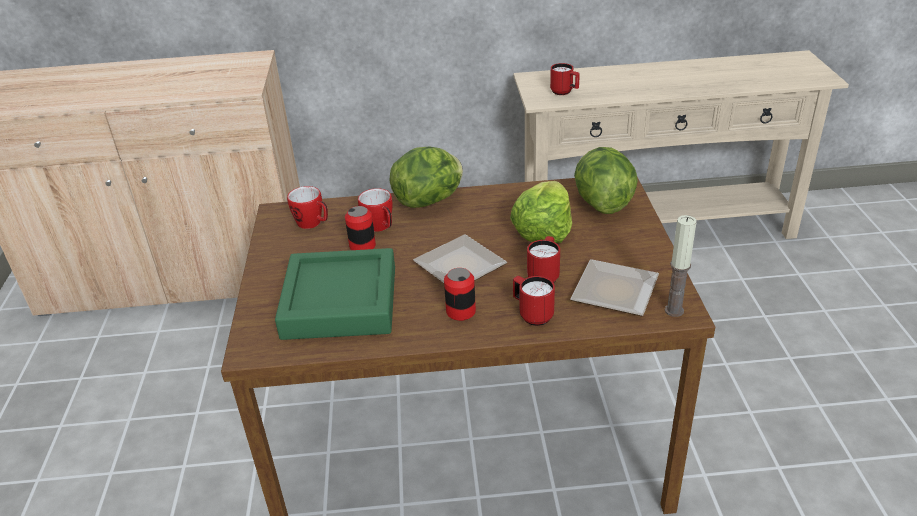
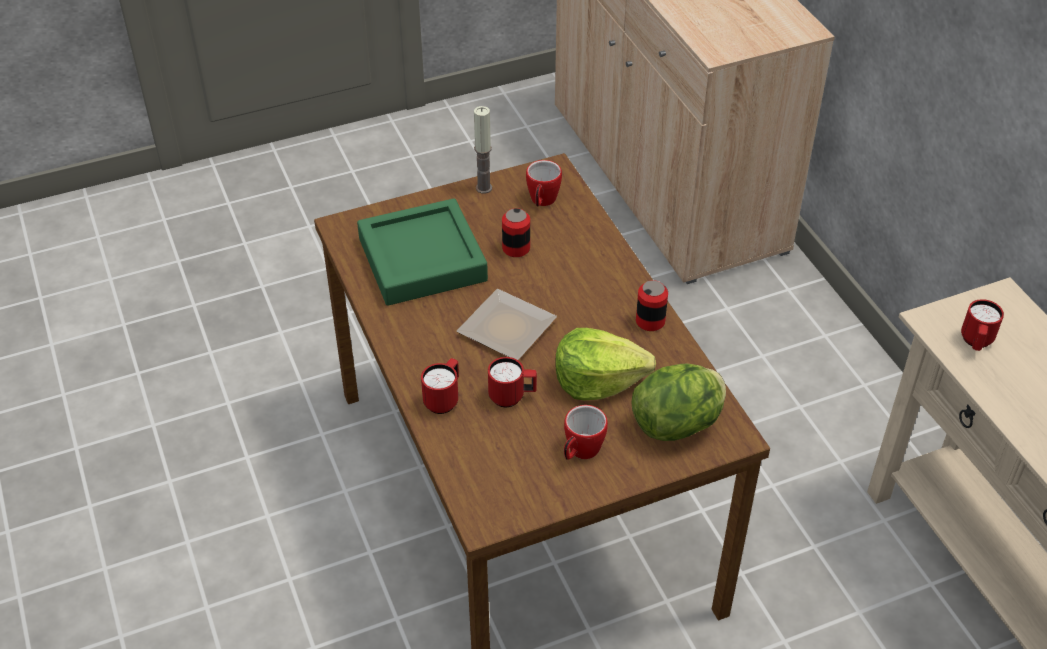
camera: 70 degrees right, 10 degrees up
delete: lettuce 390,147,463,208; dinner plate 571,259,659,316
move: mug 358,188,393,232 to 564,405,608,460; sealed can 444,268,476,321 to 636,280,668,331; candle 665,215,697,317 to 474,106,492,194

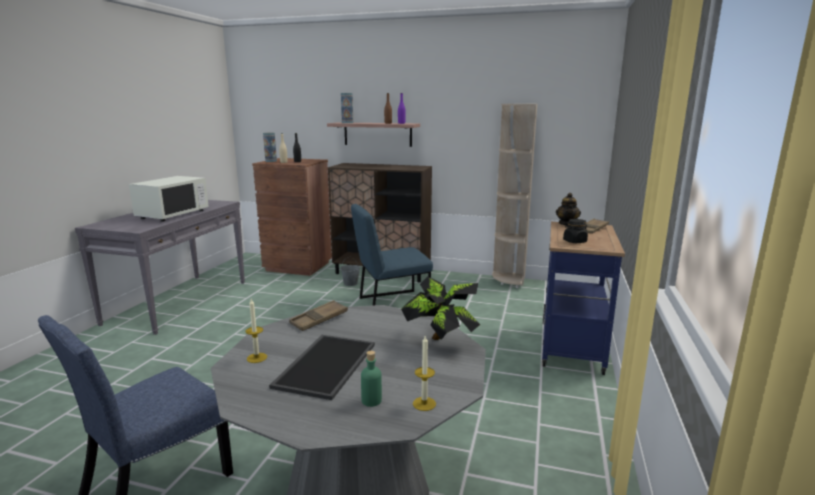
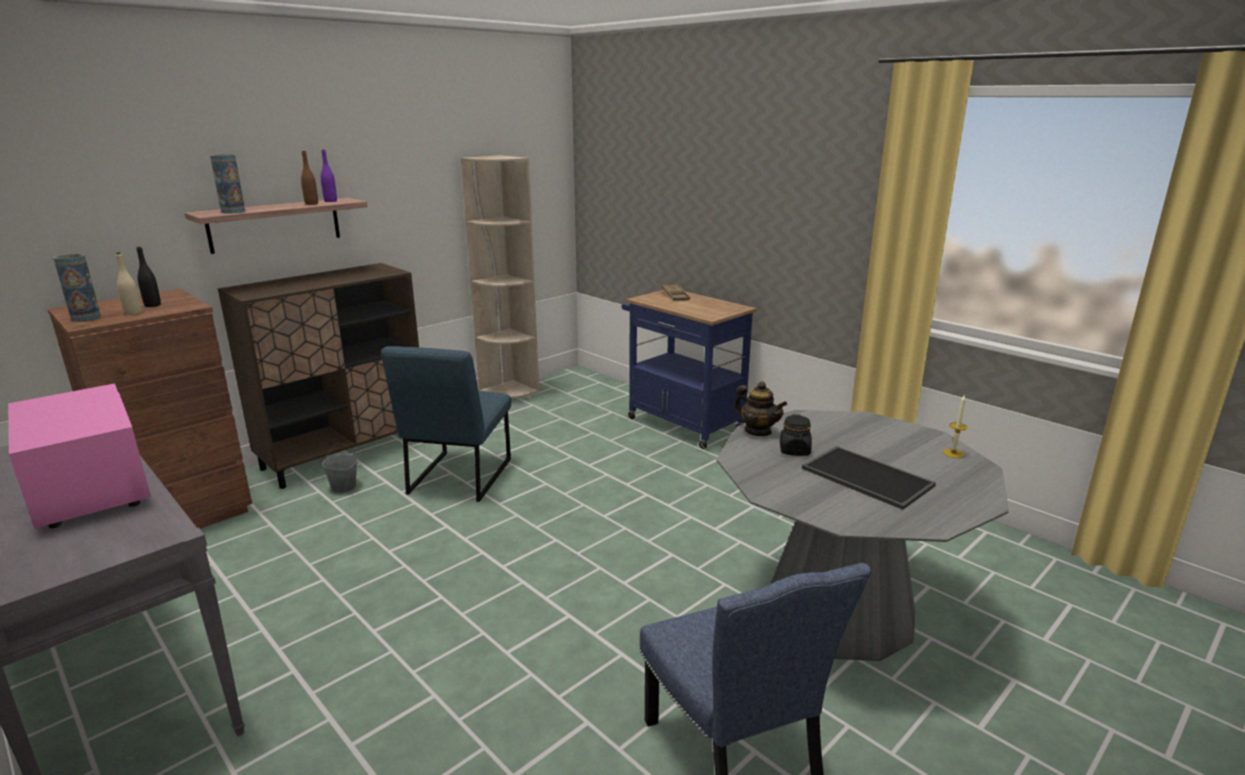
camera: 60 degrees left, 5 degrees up
delete: candle 245,299,267,363; tray/brown-coloured 289,300,348,331; drink bottle/green-coloured 361,351,382,407; plant in a pot 401,276,480,340
move: tea pot 556,193,581,226 to 734,381,787,436; preserve jar/black 563,219,588,243 to 780,414,812,456
recolor: microwave/white 129,176,209,222 to microwave/pinkish 8,383,151,529

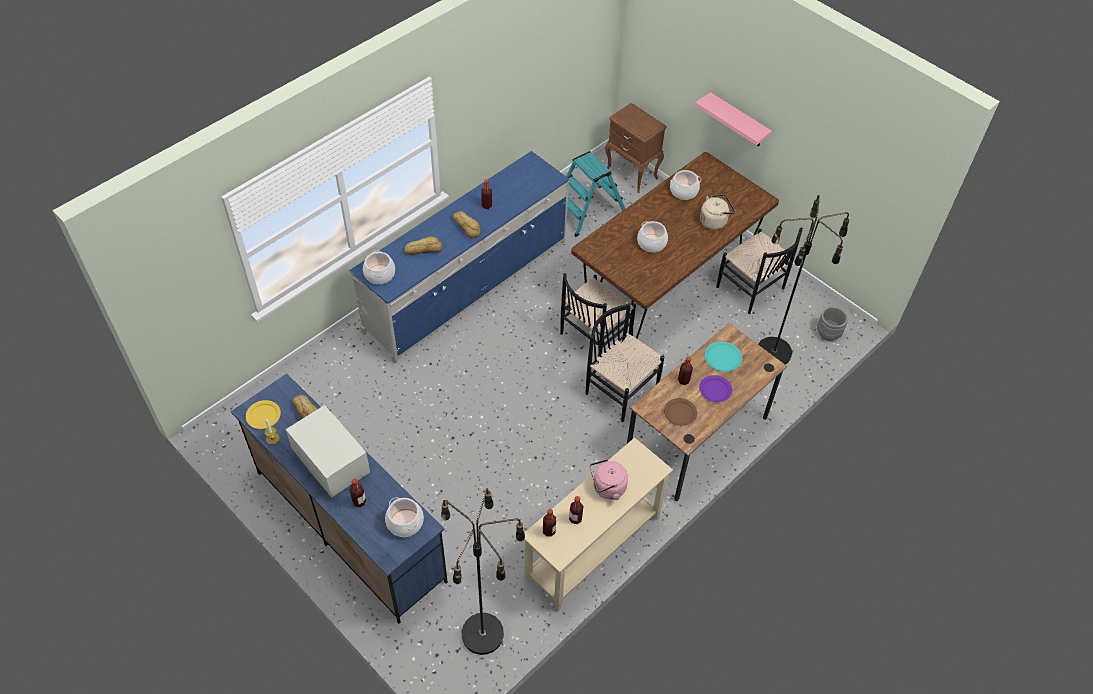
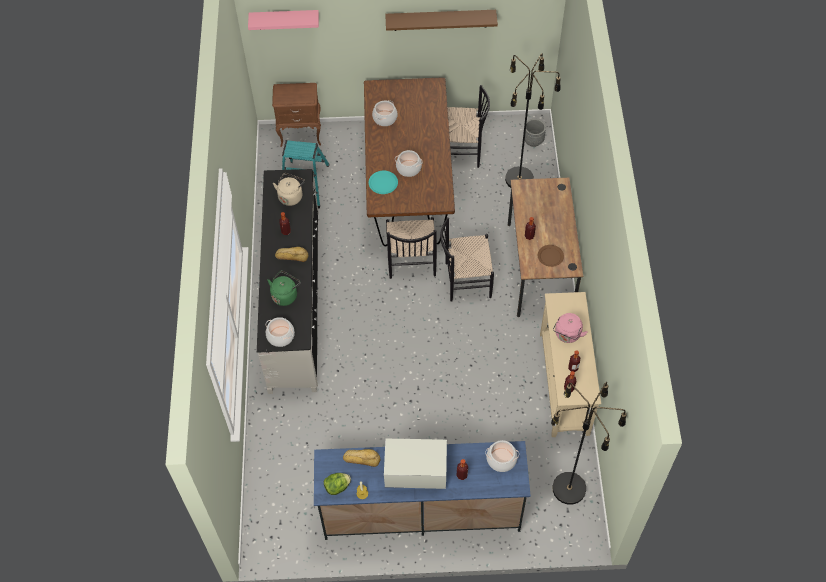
camera: 45 degrees left, 5 degrees up
delete: dinner plate/purplish 699,375,732,402
insert: bracket shelf/brown-coloured 385,10,498,31
move: bracket shelf/pinkish 695,92,772,147 to 248,10,319,30; tea kettle/sand-coloured 700,194,735,230 to 273,173,305,206; dinner plate/turquoise-coloured 705,341,742,372 to 369,171,398,194
replace: dinner plate/yellowish 246,400,281,429 to lettuce 324,473,351,495; baked bread 405,237,442,255 to tea kettle/green-coloured 267,271,301,306
recolor: storage cabinet/bluish 349,151,569,364 to storage cabinet/black 257,169,319,394

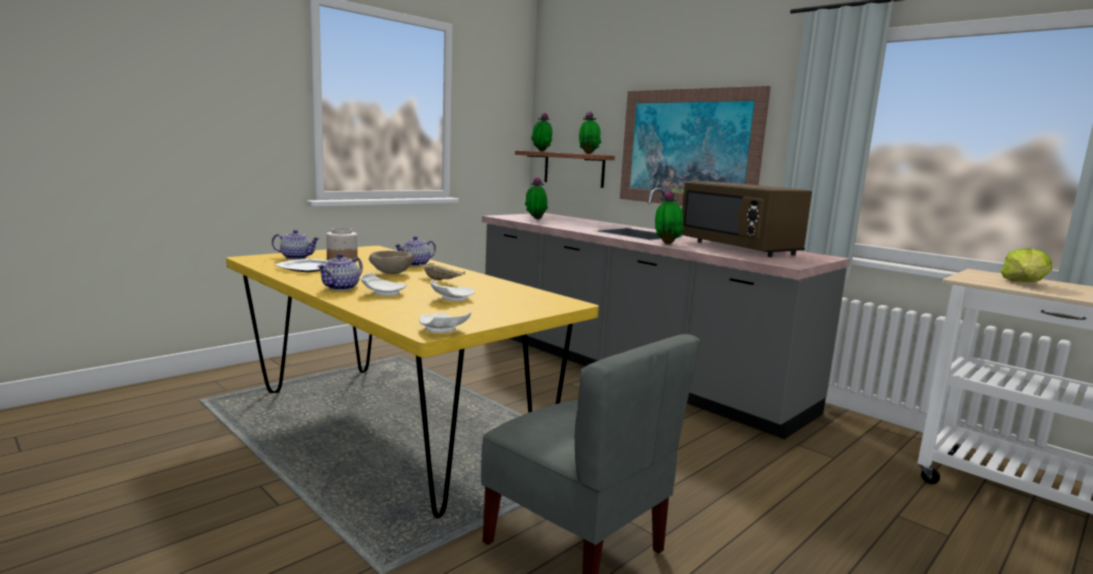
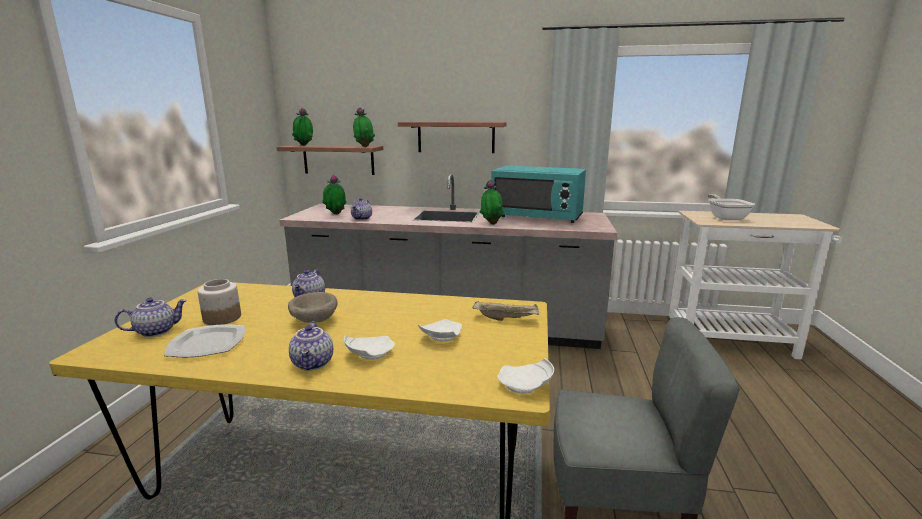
camera: 35 degrees left, 5 degrees up
insert: tea pot 351,198,372,220
move: tray/sand-coloured 419,263,465,281 to 473,301,539,321
replace: wall picture 620,86,771,206 to bracket shelf 398,122,507,153; lettuce 1001,248,1052,282 to frying pan 708,194,755,220
recolor: microwave/brown-coloured 681,182,812,257 to microwave/turquoise-coloured 491,165,586,223

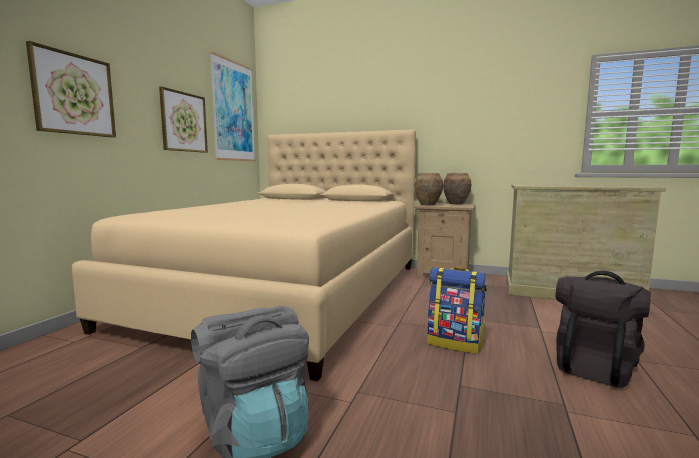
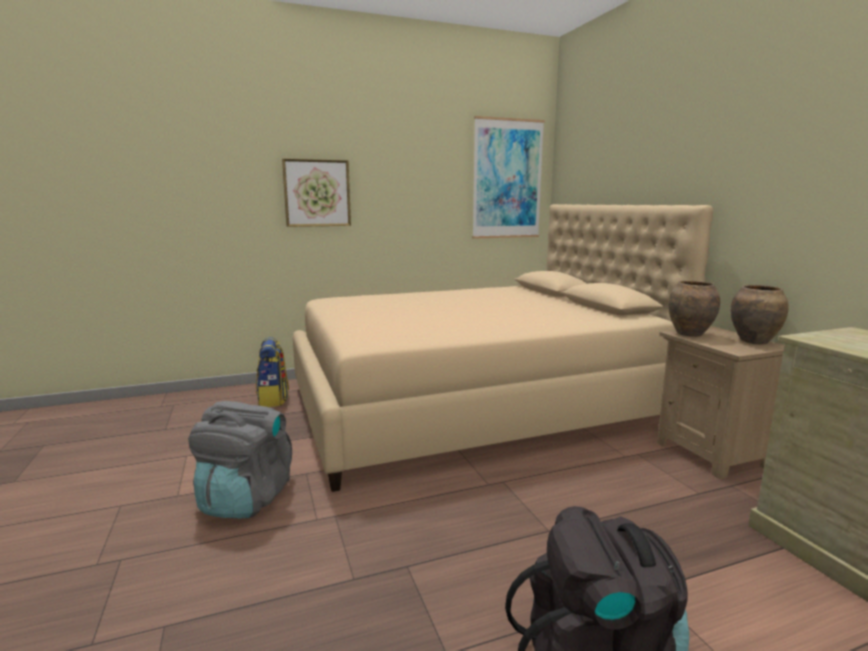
camera: 50 degrees right, 5 degrees up
delete: wall picture 159,87,208,153
move: rucksack 427,267,487,354 to 256,337,289,407

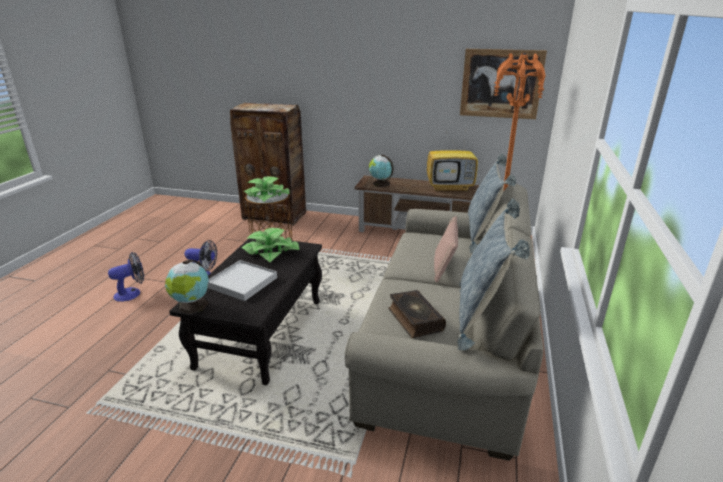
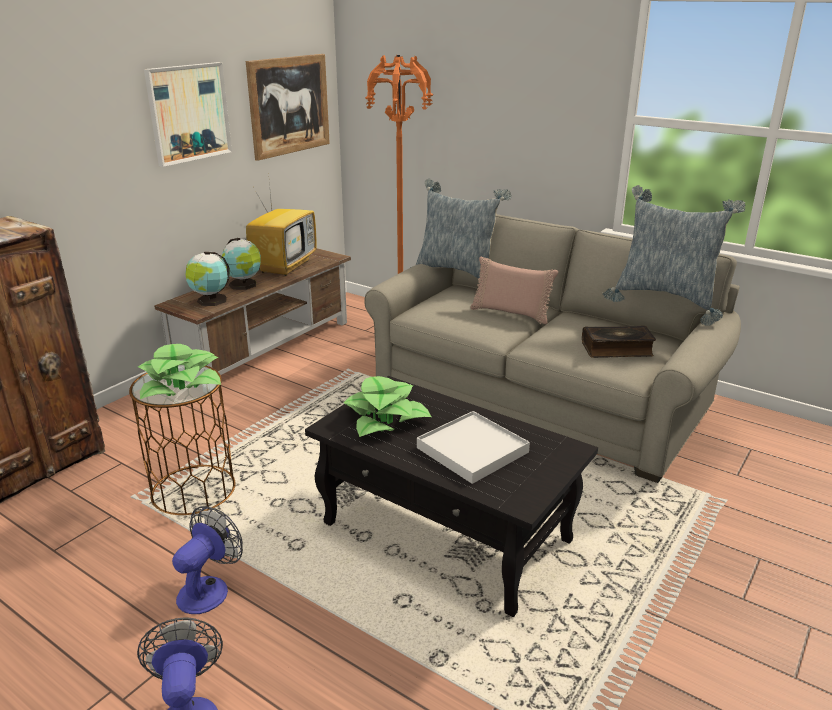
camera: 70 degrees left, 0 degrees up
insert: wall picture 144,62,232,167
move: globe 165,259,209,314 to 221,238,261,290

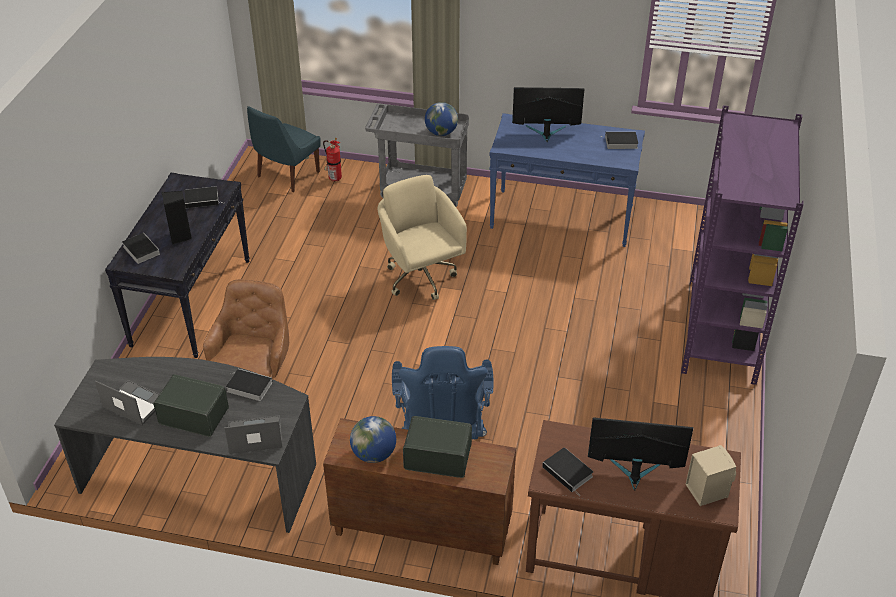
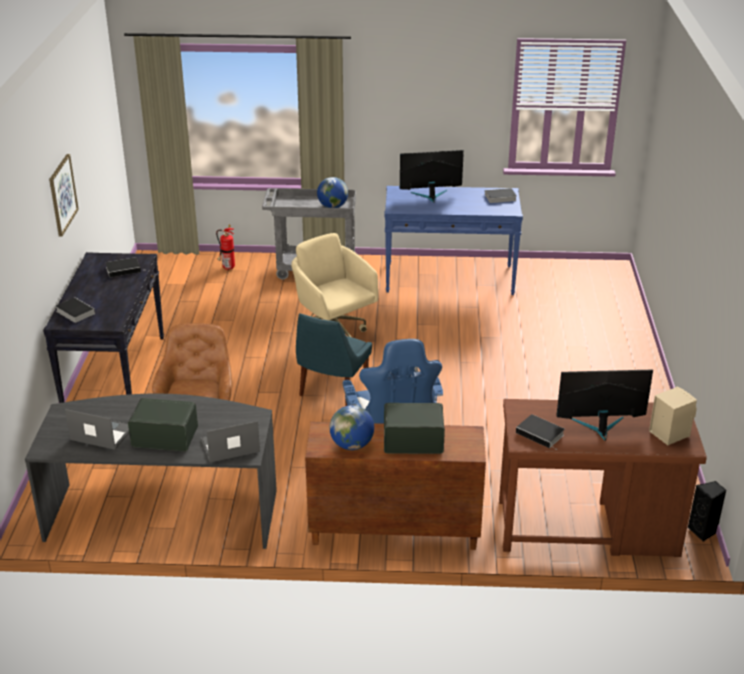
camera: 10 degrees left, 10 degrees down
delete: bound book 226,369,273,401; bookshelf/purplish 681,105,804,385
insert: wall picture 49,154,79,237
move: loudspeaker/black 162,191,192,245 to 688,481,727,542; upright chair/bluish 247,106,321,192 to 296,313,372,406

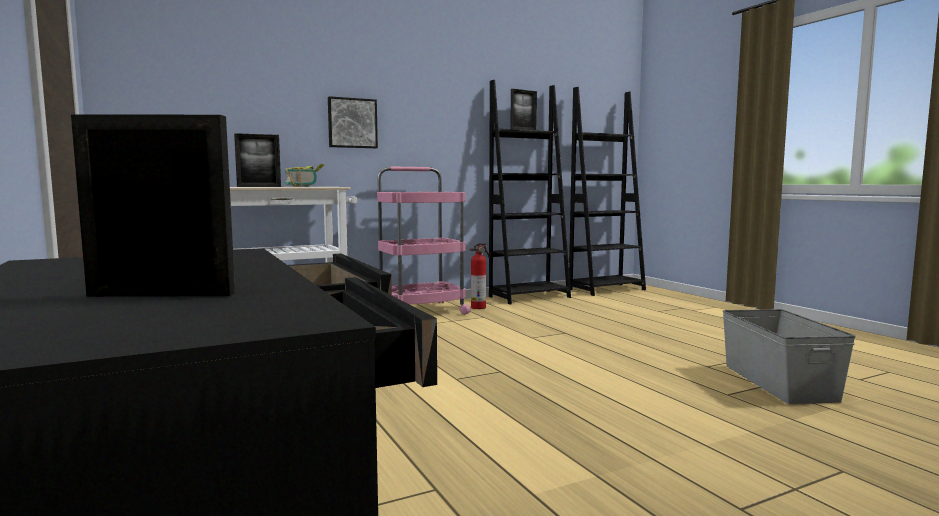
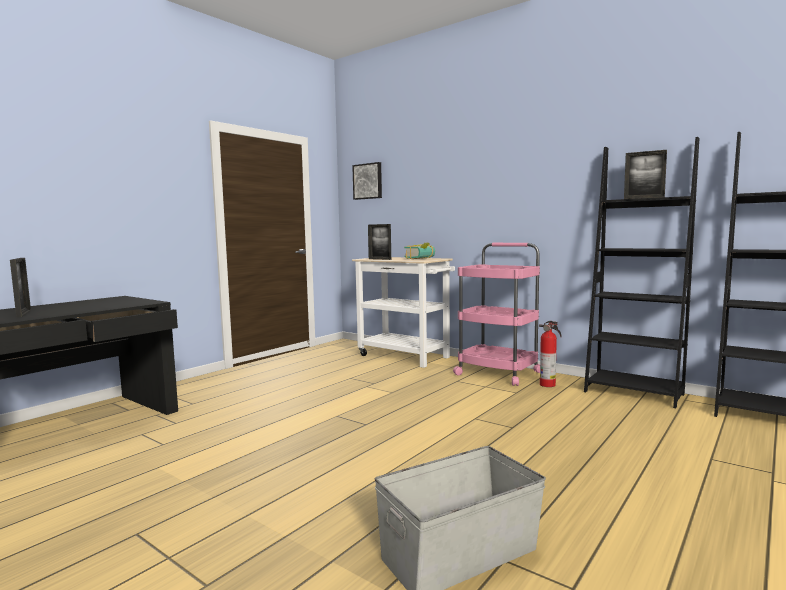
camera: 65 degrees right, 0 degrees up
move: wall picture 328,96,378,148 to 352,162,382,200

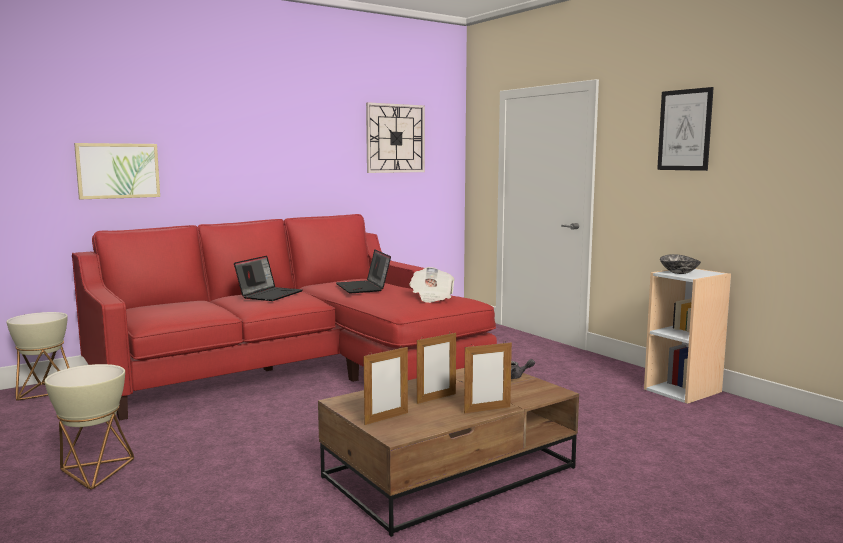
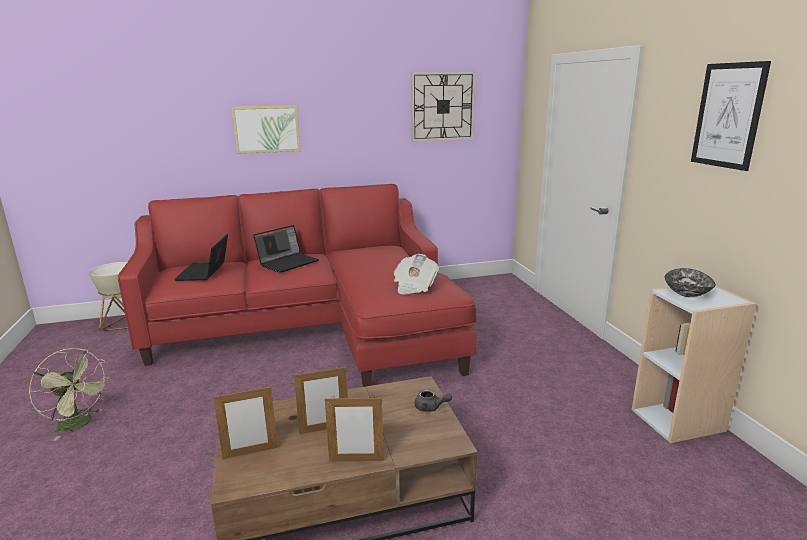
camera: 20 degrees right, 10 degrees up
move: wall picture 74,143,160,199 to 232,105,301,154; laptop 336,249,391,293 to 174,234,228,281
replace: plant pot 45,364,134,490 to fan/green-coloured 29,348,111,441

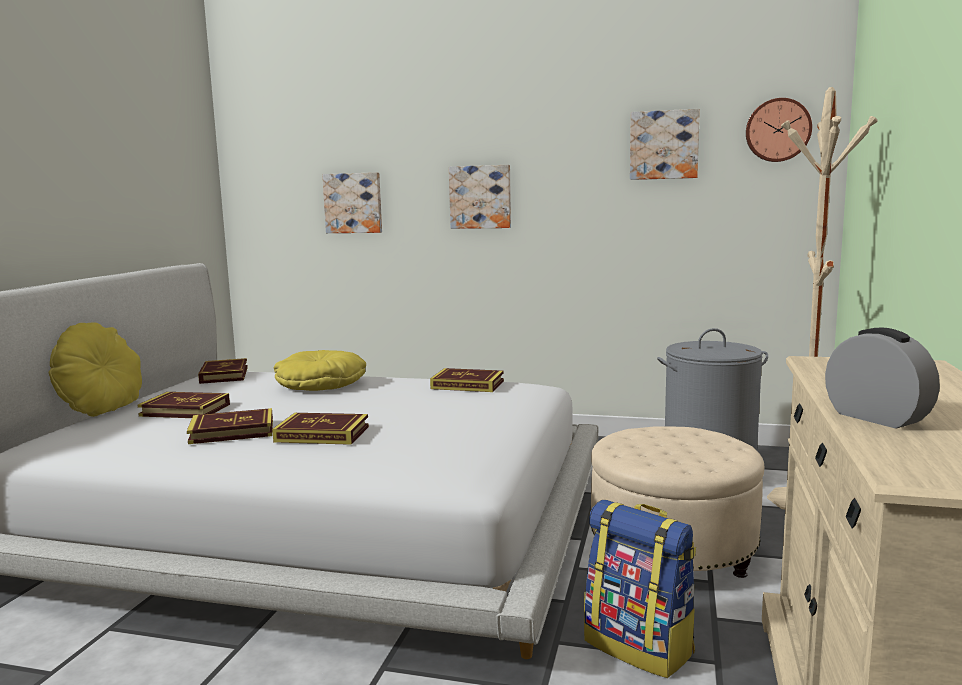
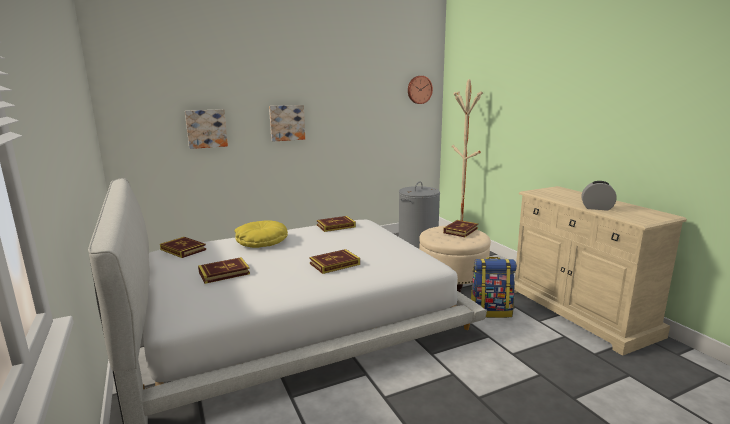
camera: 40 degrees left, 5 degrees up
delete: pillow/yellowish 49,322,142,417; wall picture 630,109,700,180
move: bound book 187,408,273,444 to 443,220,478,237

